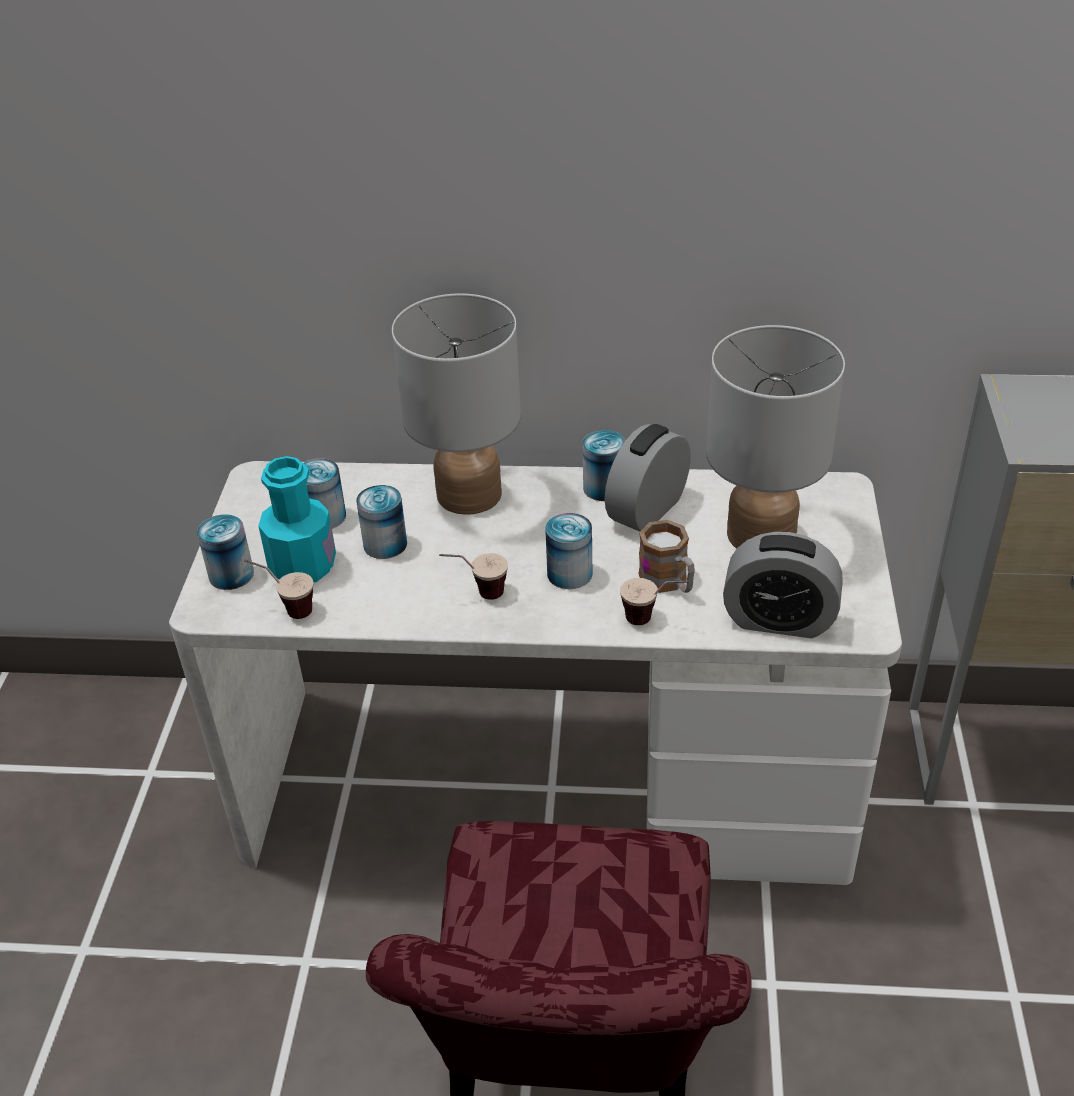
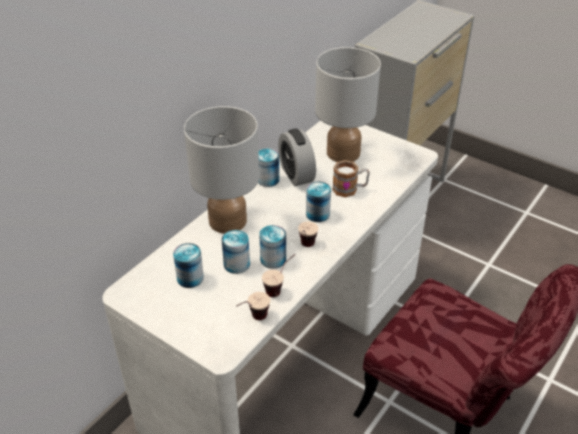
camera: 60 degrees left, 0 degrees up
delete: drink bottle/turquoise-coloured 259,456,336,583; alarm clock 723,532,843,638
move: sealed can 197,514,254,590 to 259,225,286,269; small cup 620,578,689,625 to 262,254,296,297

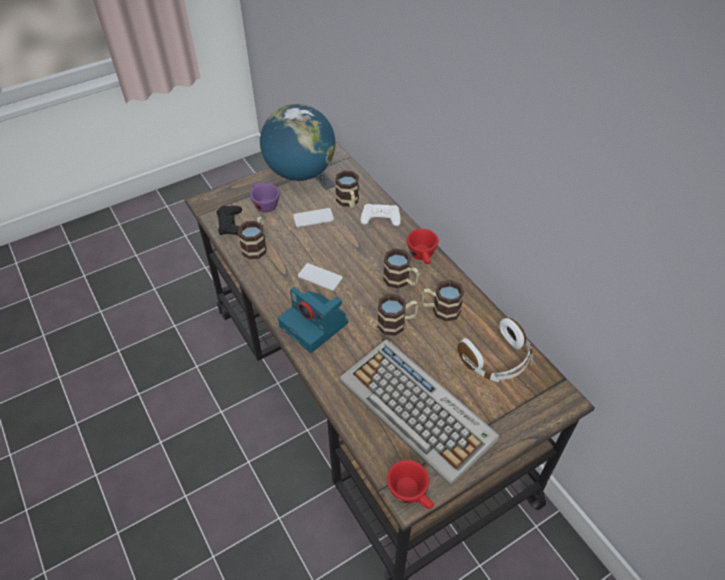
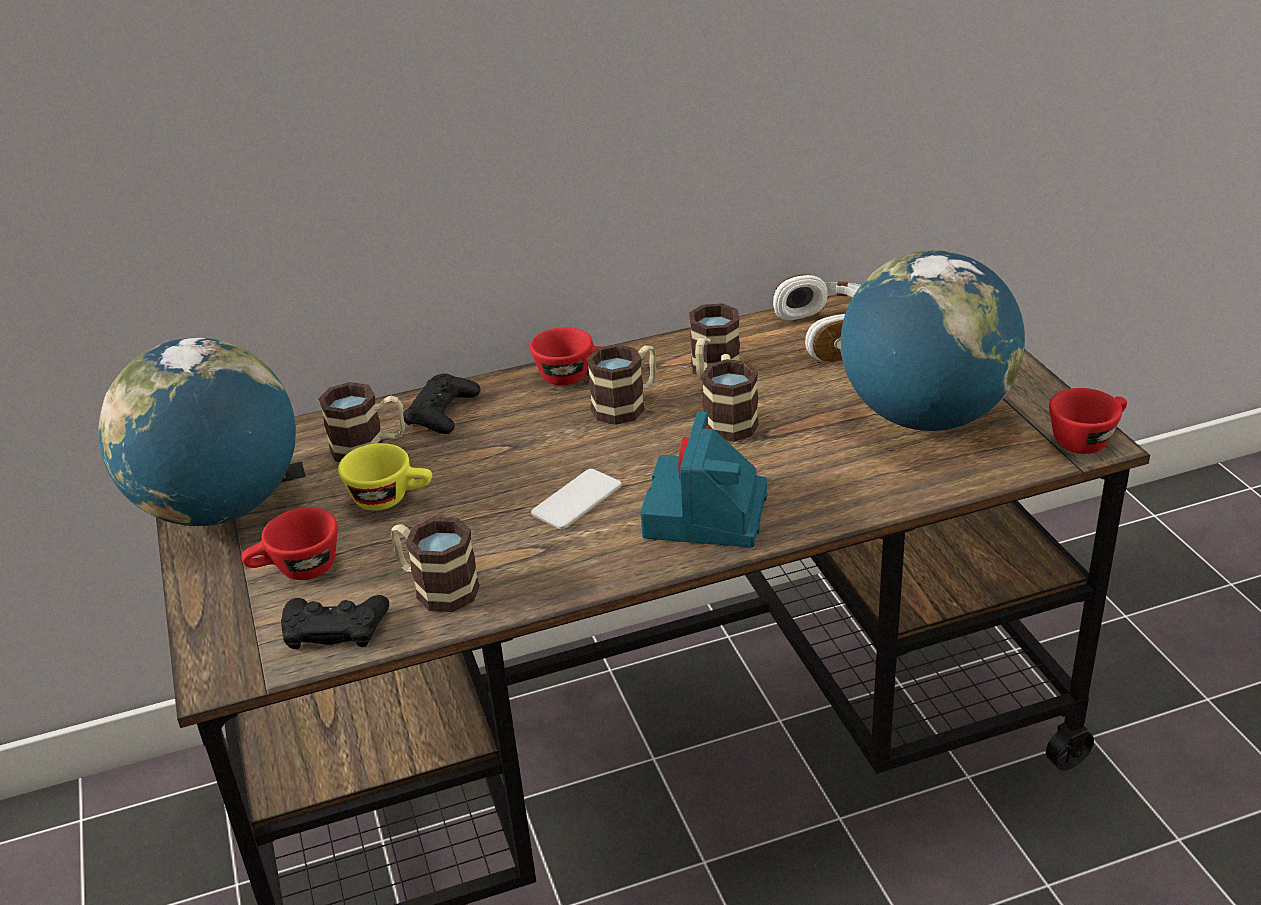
camera: 75 degrees left, 15 degrees down
replace: handset 293,208,334,227 to small cup/yellowish 338,443,432,511; keyboard 339,339,500,486 to globe 840,250,1025,431
recolor: small cup/purplish 250,183,280,213 to small cup/red-coloured 241,507,338,580; gamepad/white 361,204,401,226 to gamepad/black 403,373,480,434
rotate: still camera 278,287,348,353 = 640,412,767,547 135 degrees clockwise

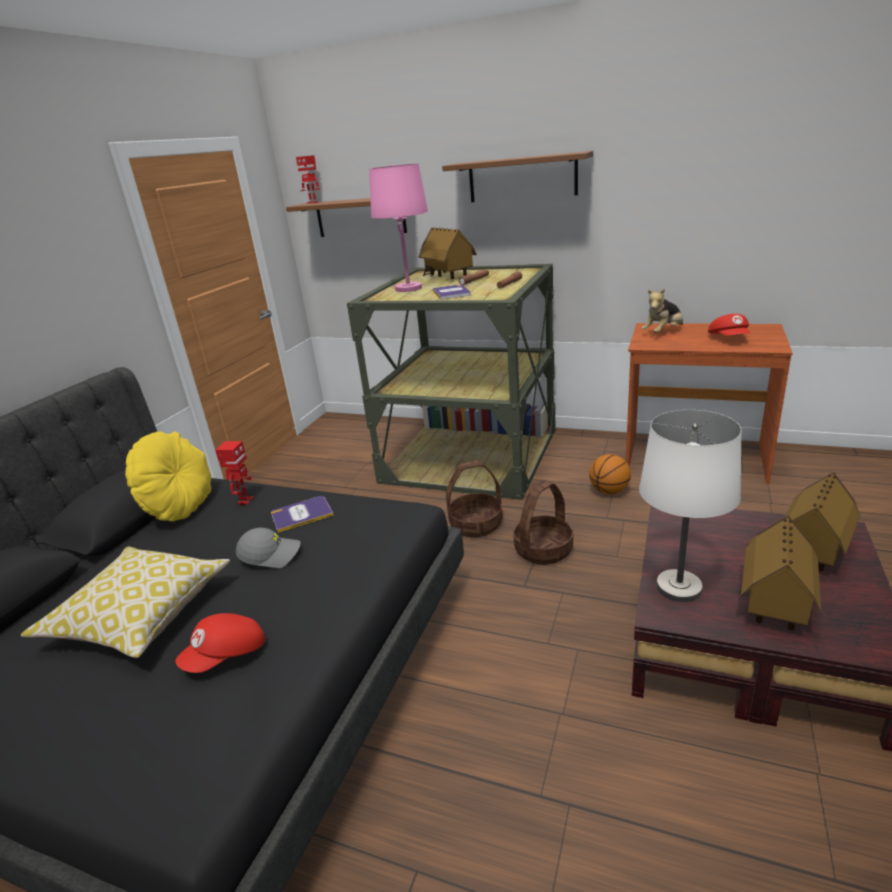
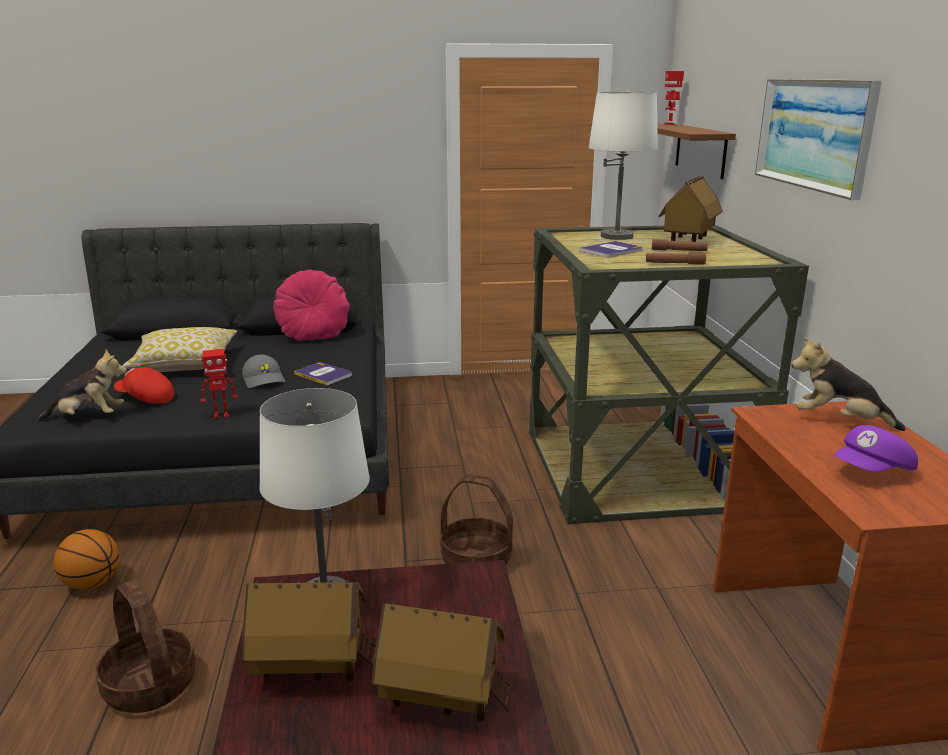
camera: 60 degrees right, 5 degrees down
insert: cuddly toy 38,349,127,421
move: robot figure 215,441,254,505 to 201,349,238,419; storage basket 446,460,503,537 to 95,580,196,713; ball for basketball 589,454,631,495 to 54,529,120,590
replace: bracket shelf/brown-coloured 442,151,593,202 to wall picture 755,79,882,200
recolor: pillow/yellowish 125,431,211,521 to pillow/pinkish 274,270,350,341; lamp for a table/pinkish 369,164,428,292 to lamp for a table/white 588,90,658,240; baseball cap/red-coloured 708,314,751,336 to baseball cap/purplish 834,425,918,472

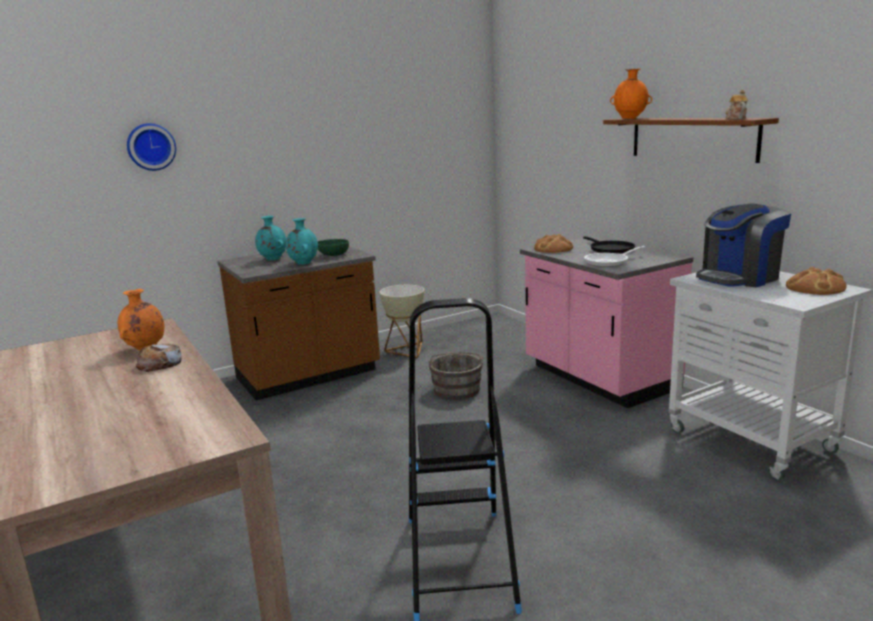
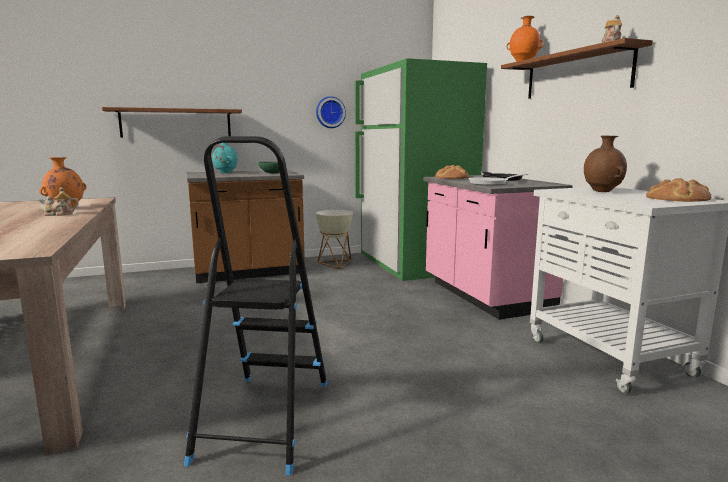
camera: 10 degrees right, 5 degrees down
delete: vase/turquoise-coloured 286,218,318,265; bucket/gray 428,351,483,400
insert: bracket shelf/brown-coloured 102,107,242,137; refrigerator/green-coloured 355,58,487,281
move: clock on the wall 127,123,176,171 to 316,96,346,128
replace: baked bread 136,344,181,372 to tea pot 38,187,79,216; coffee brewer 696,203,791,287 to vase/brown-coloured 584,136,627,192

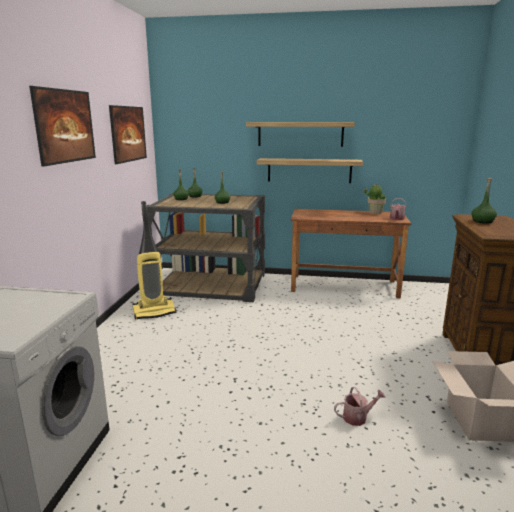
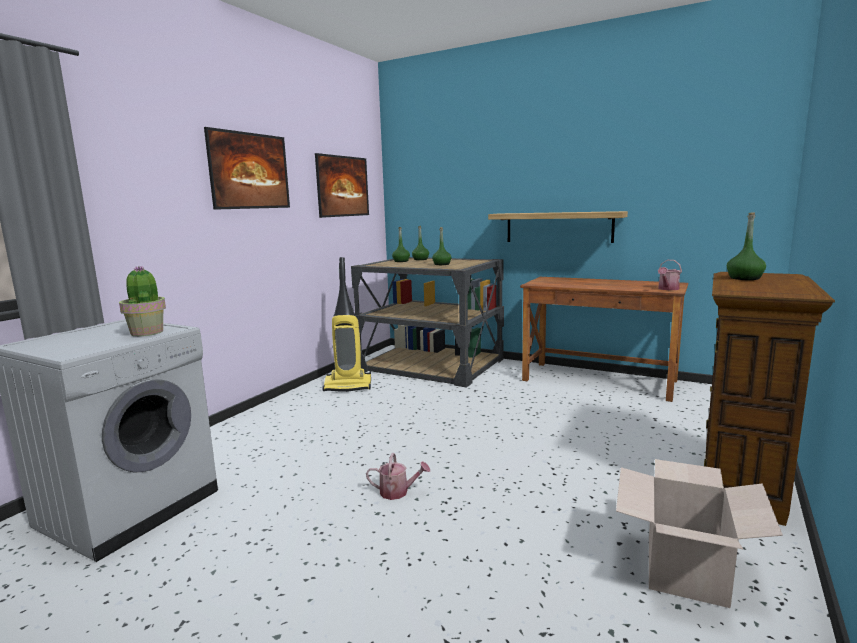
camera: 20 degrees right, 5 degrees down
delete: bracket shelf 246,122,355,147
move: watering pot 334,387,386,426 to 366,453,430,500; plant in a pot 364,184,386,214 to 119,266,166,336

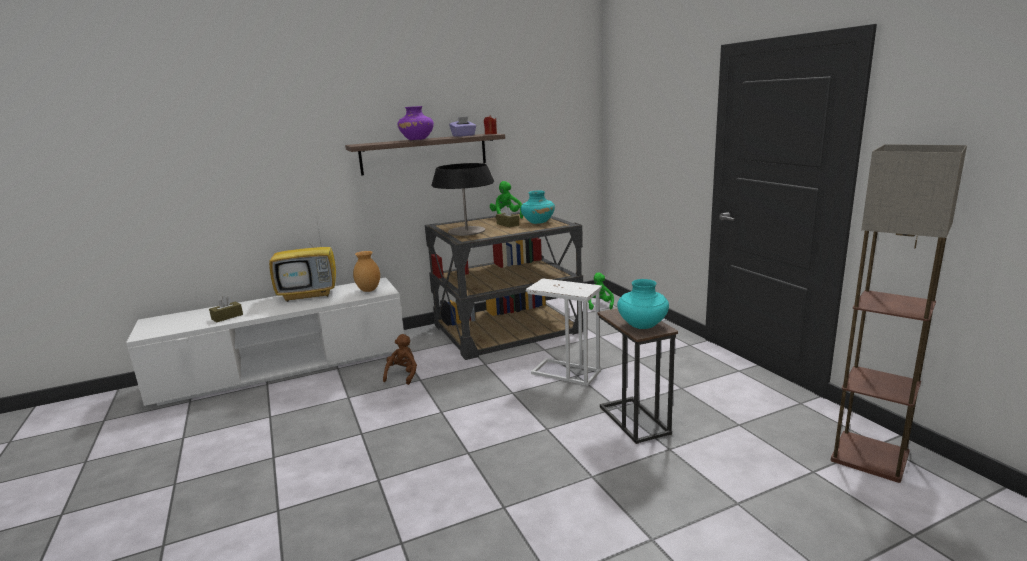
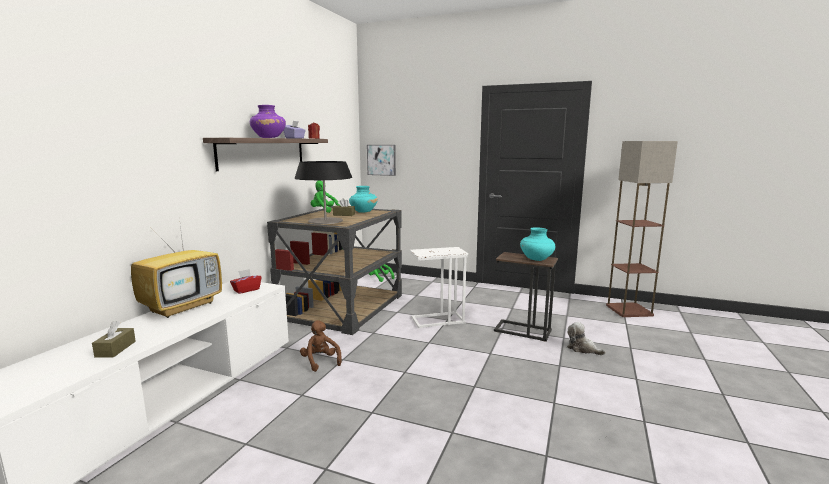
camera: 45 degrees left, 5 degrees down
insert: wall picture 367,145,396,176; cuddly toy 567,322,606,355
replace: vase/brown-coloured 353,251,380,292 to box of tissues/red-coloured 230,269,261,294

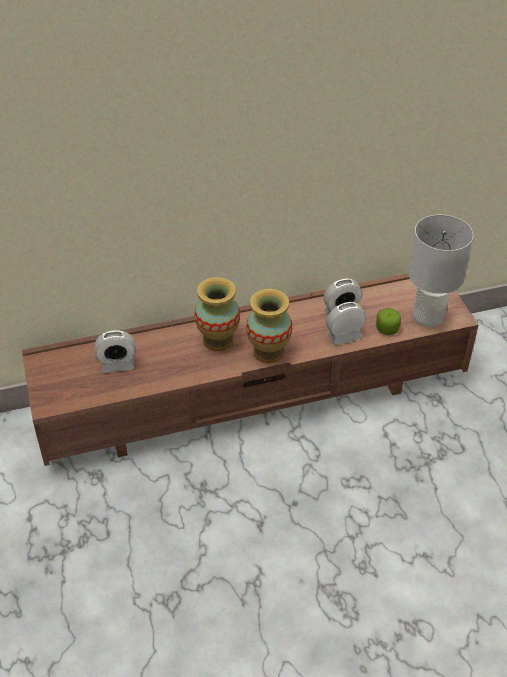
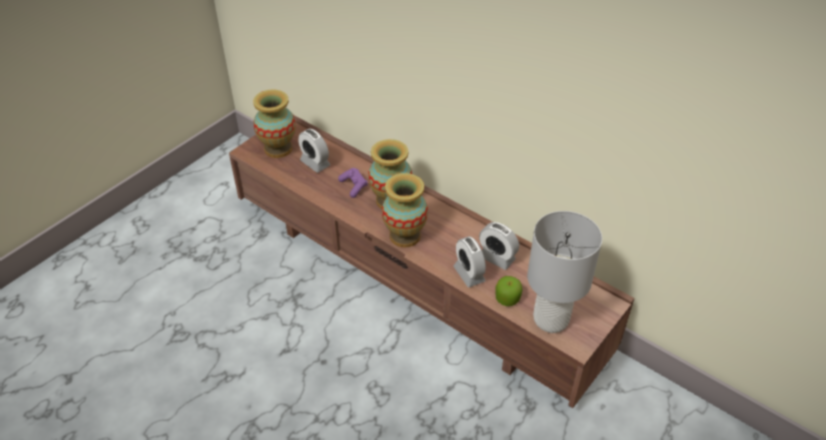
camera: 55 degrees right, 0 degrees up
insert: vase 253,90,296,158; gamepad/purplish 338,168,368,198
rotate: alarm clock 326,302,366,346 = 454,236,486,287 150 degrees counterclockwise

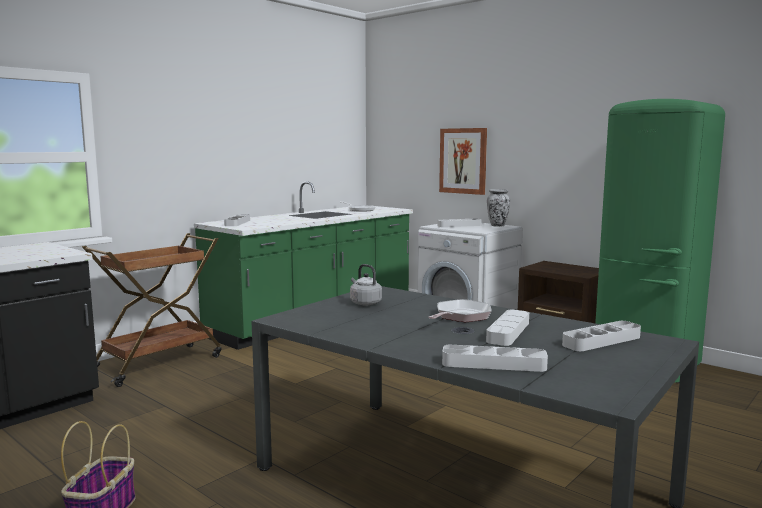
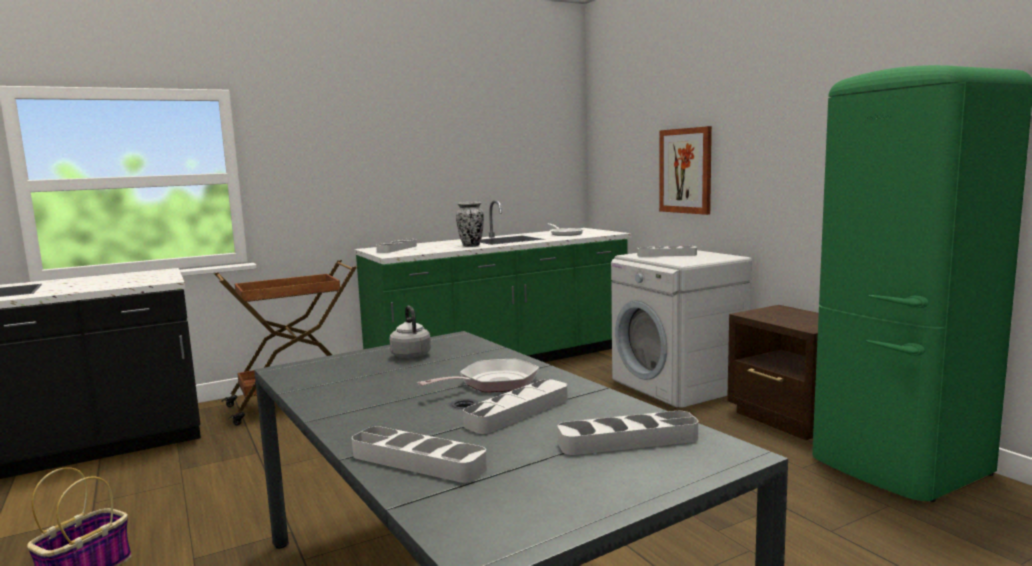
camera: 20 degrees right, 0 degrees up
move: vase 487,189,510,227 to 456,202,484,247

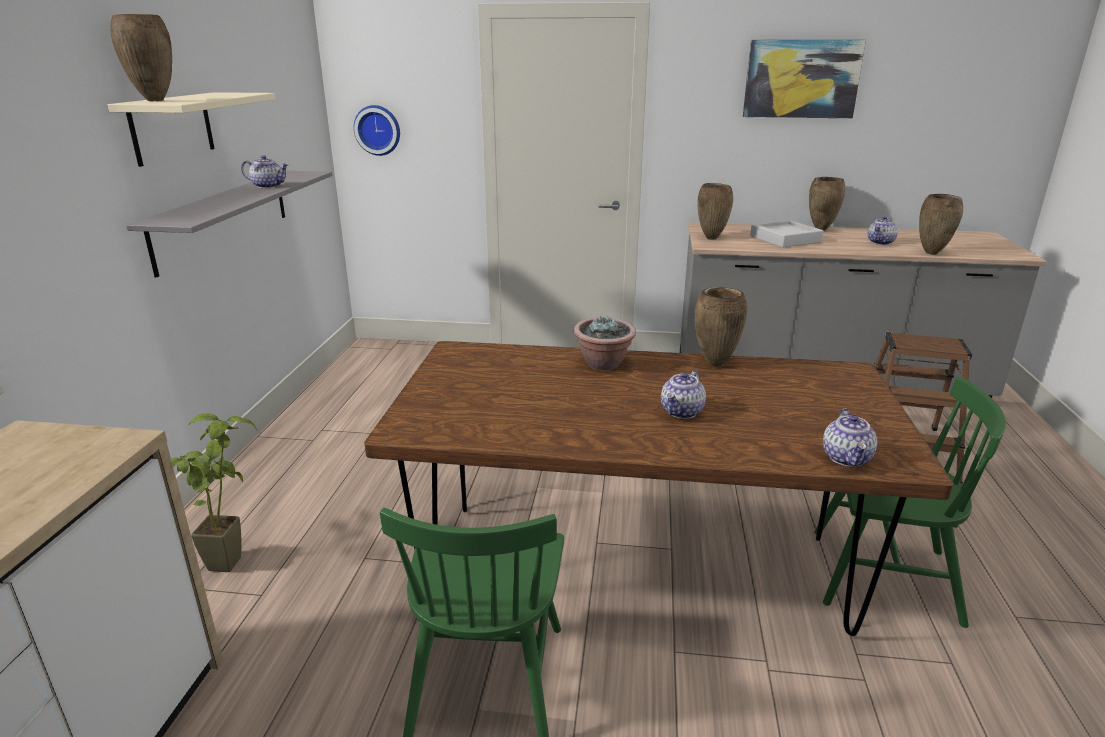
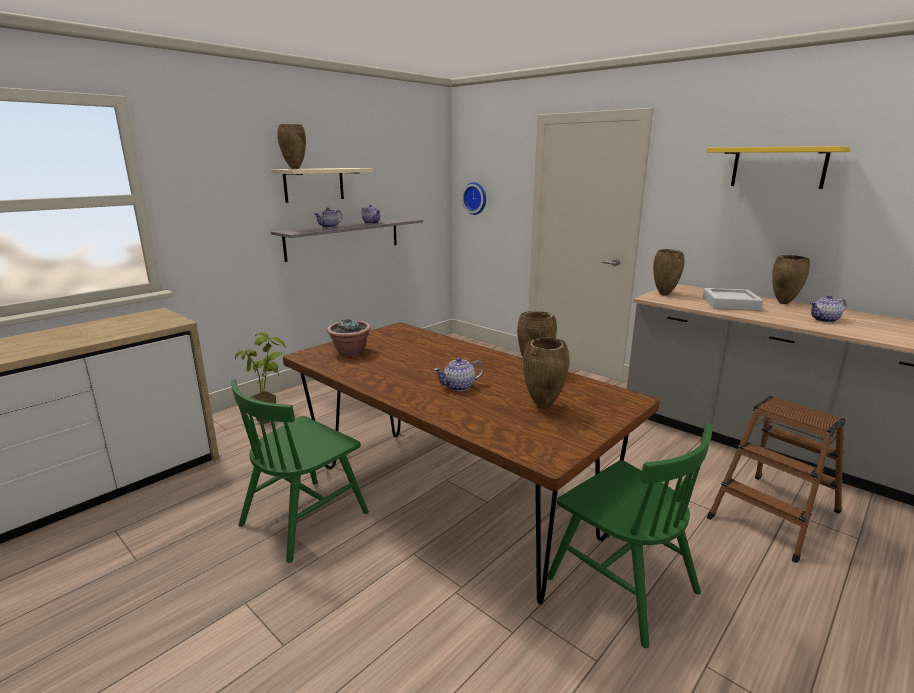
camera: 35 degrees right, 5 degrees down
move: plant in a pot 574,316,636,370 to 327,319,371,356; tea pot 823,408,877,467 to 315,207,342,228; vase/brown-coloured 919,194,963,255 to 523,337,570,409
replace: wall picture 743,40,866,118 to bracket shelf/yellowish 707,146,850,189

